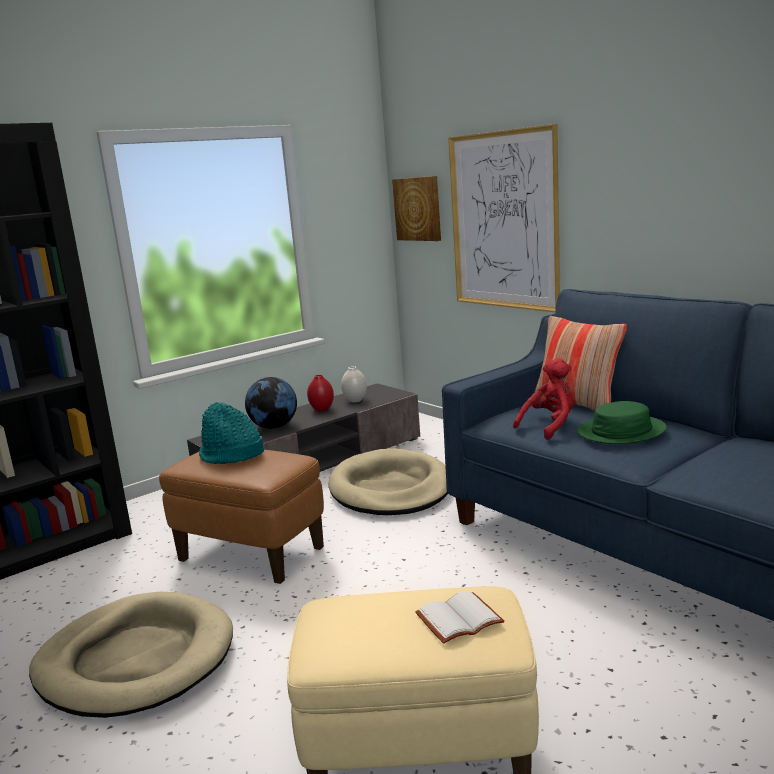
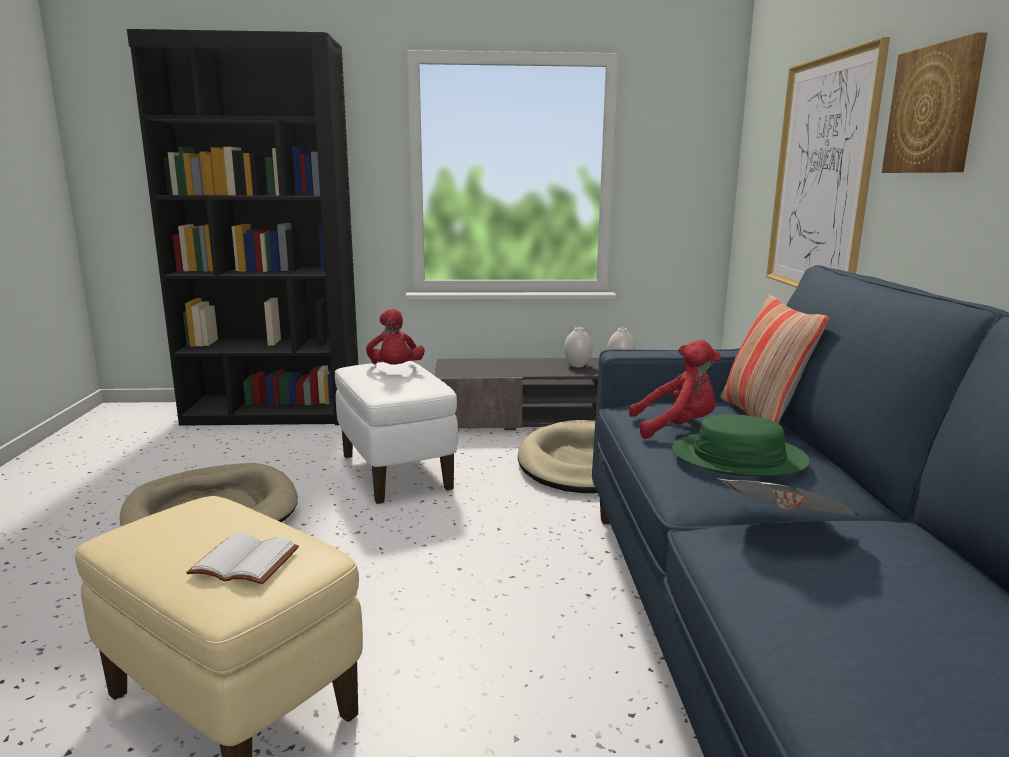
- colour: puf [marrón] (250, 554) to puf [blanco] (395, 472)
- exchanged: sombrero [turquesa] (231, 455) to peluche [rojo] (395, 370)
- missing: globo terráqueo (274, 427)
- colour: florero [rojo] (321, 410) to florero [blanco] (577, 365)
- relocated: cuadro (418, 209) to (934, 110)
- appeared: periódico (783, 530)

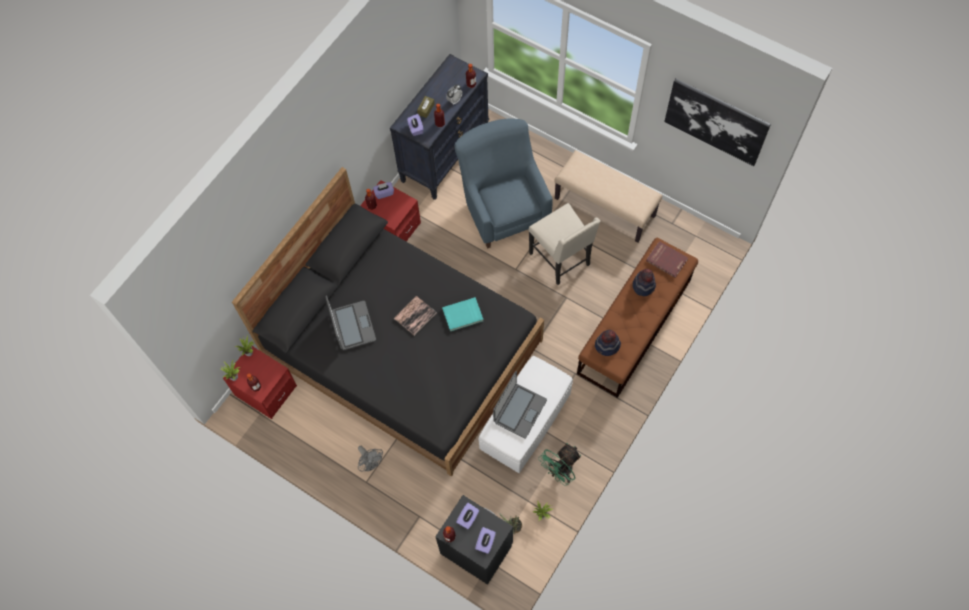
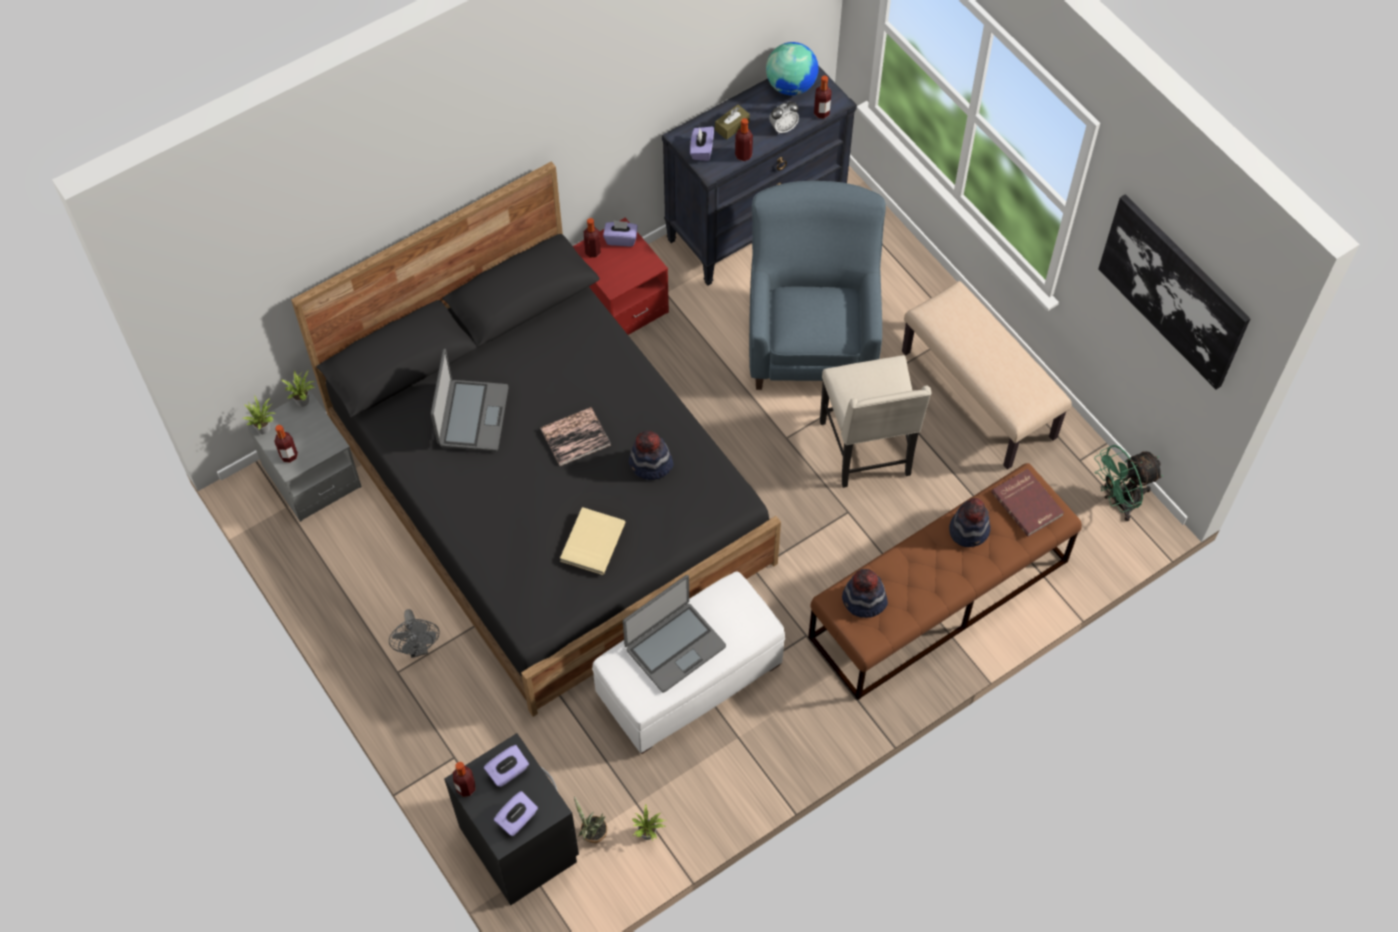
- colour: mesita de noche [rojo] (266, 390) to mesita de noche [gris] (312, 476)
- exchanged: libro [turquesa] (463, 315) to sombrero (650, 464)
- relocated: ventilador [verde] (560, 471) to (1119, 501)
- appeared: libro [beis] (591, 542)
- appeared: globo terráqueo (791, 86)

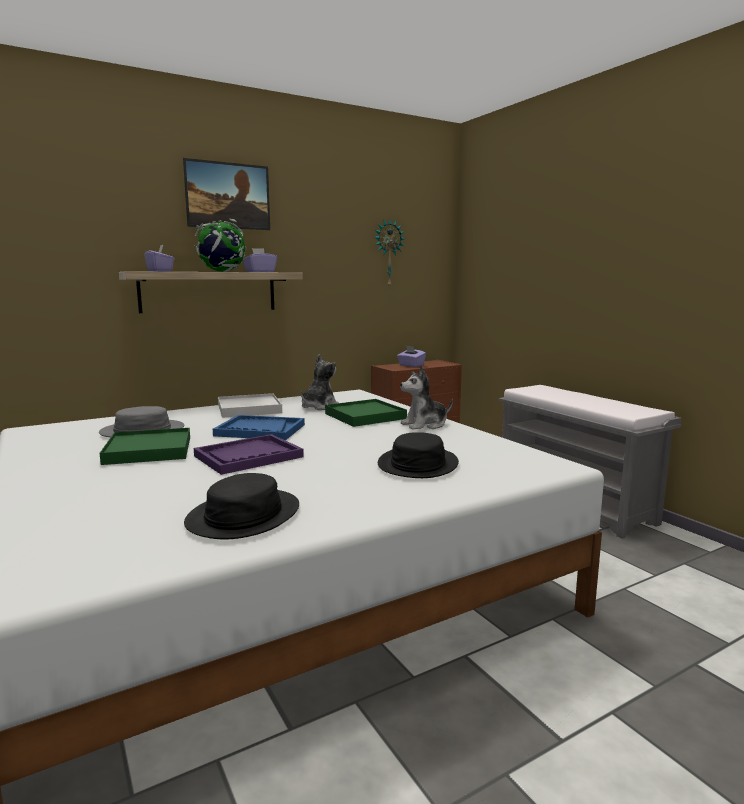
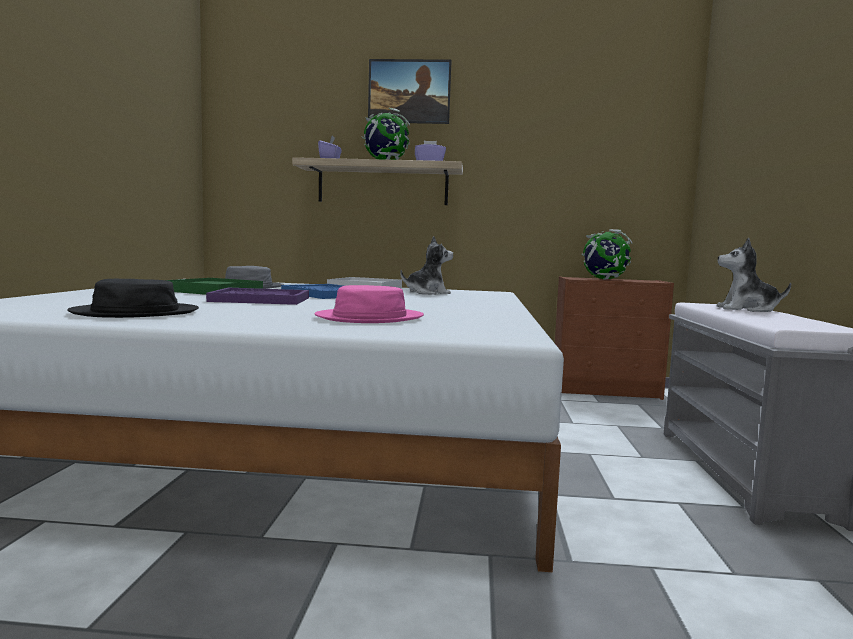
- missing: bandeja [verde] (365, 416)
- missing: reloj de pared (388, 253)
- colour: sombrero [negro] (417, 464) to sombrero [rosa] (370, 318)
- exchanged: caja de pañuelos [morado] (411, 365) to globo terráqueo (604, 279)
- relocated: peluche (425, 425) to (747, 309)

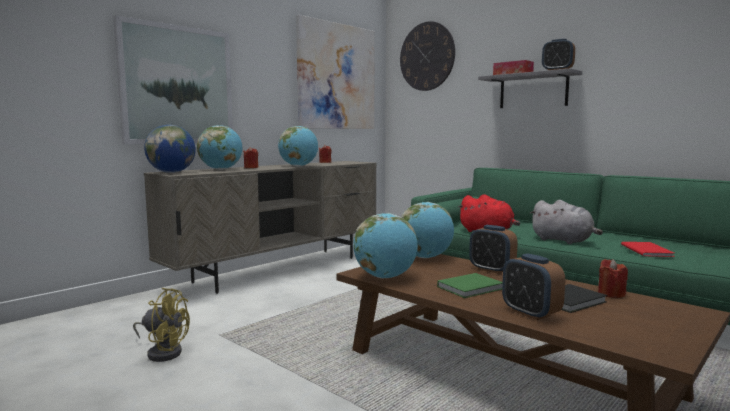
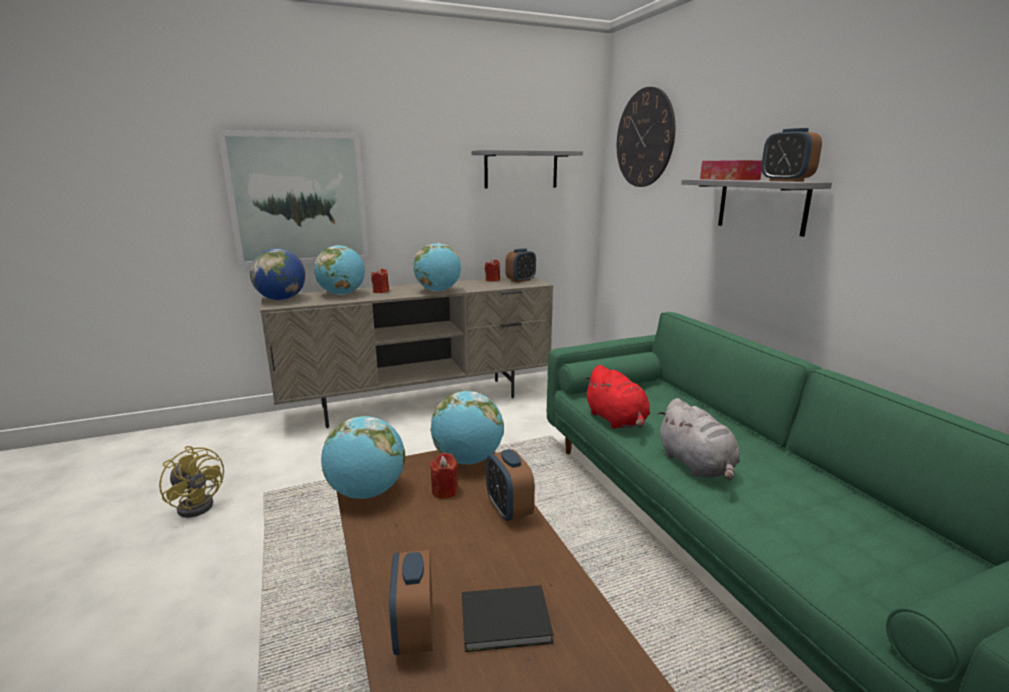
- exchanged: cuadro (337, 77) to estante [gris] (521, 169)
- missing: libro [verde] (472, 288)
- relocated: vela [rojo] (611, 294) to (445, 491)
- missing: libro [rojo] (647, 250)
- appeared: despertador (521, 280)

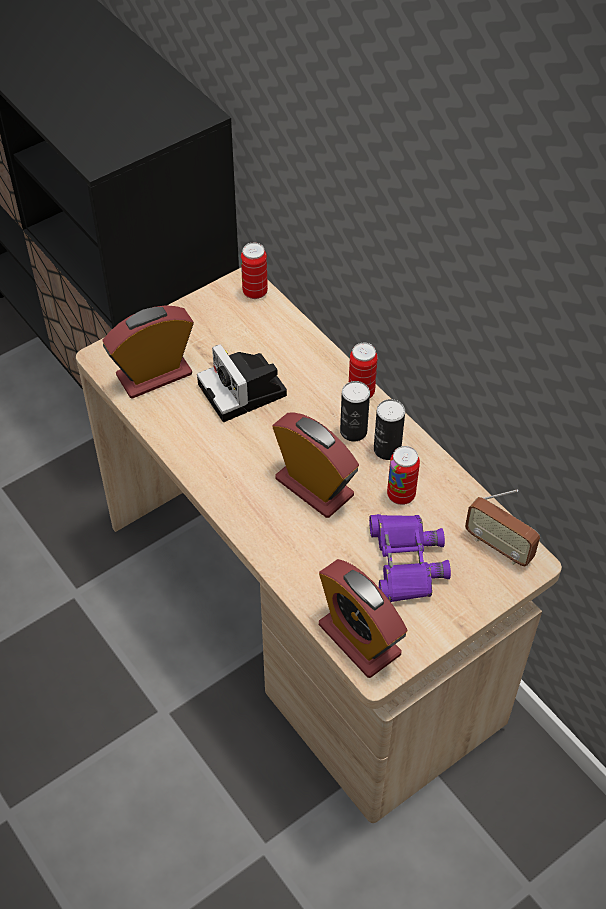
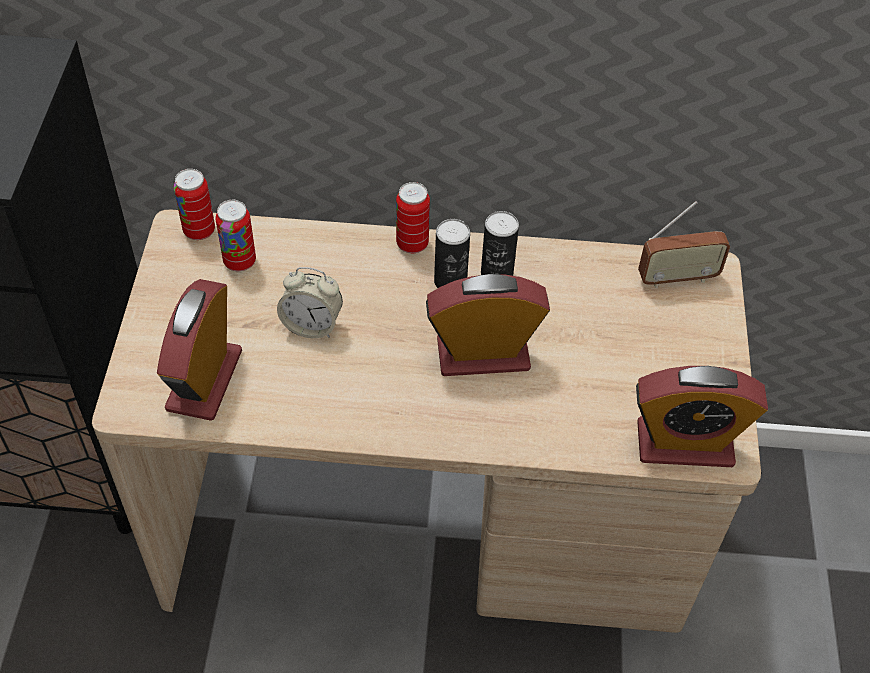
- exchanged: cámara (245, 391) to despertador (312, 325)
- missing: prismáticos [morado] (405, 562)
- relocated: lata (401, 495) to (240, 262)

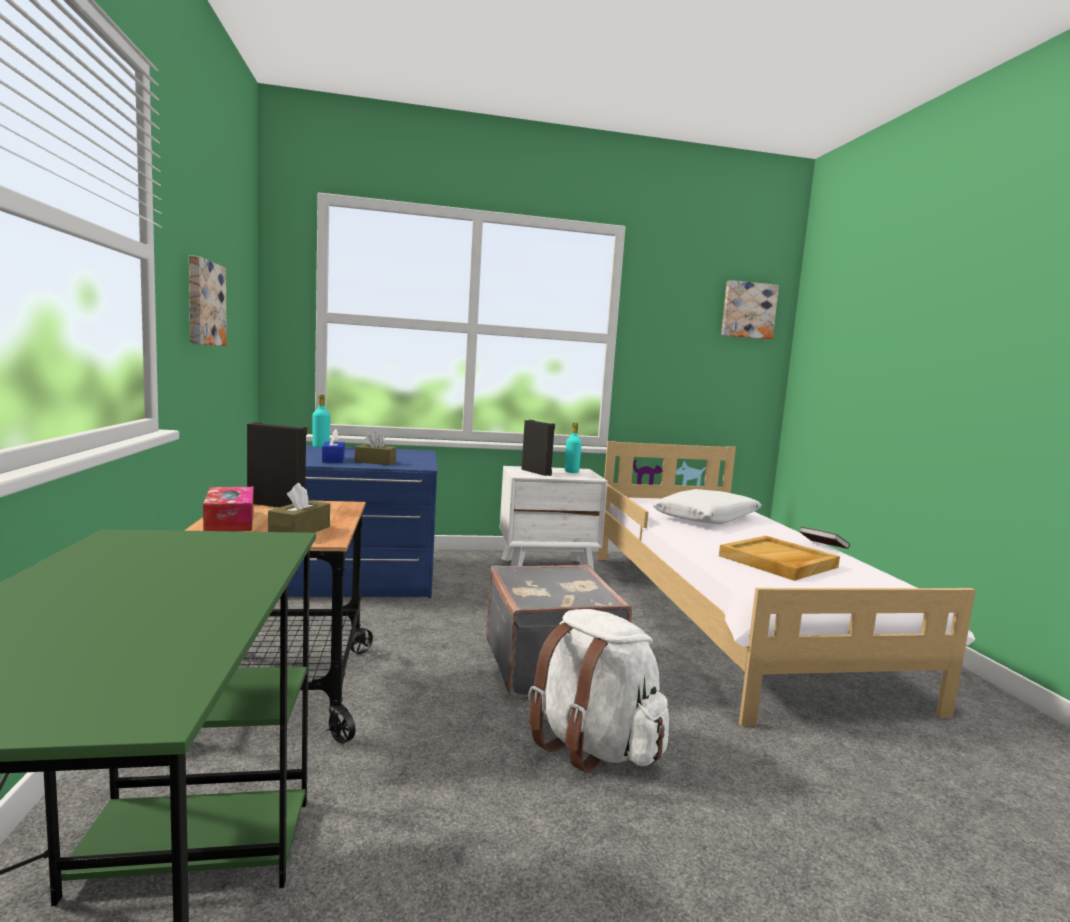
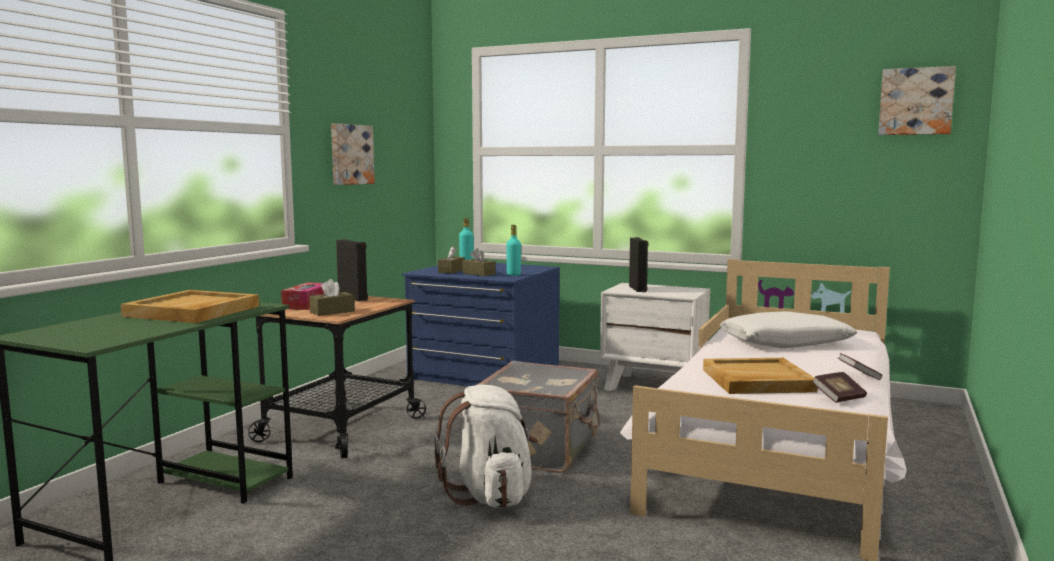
- colour: caja de pañuelos [azul] (333, 459) to caja de pañuelos [marrón] (451, 271)
- relocated: botella [turquesa] (571, 472) to (513, 275)
- appeared: bandeja [beis] (192, 311)
- appeared: libro (839, 398)

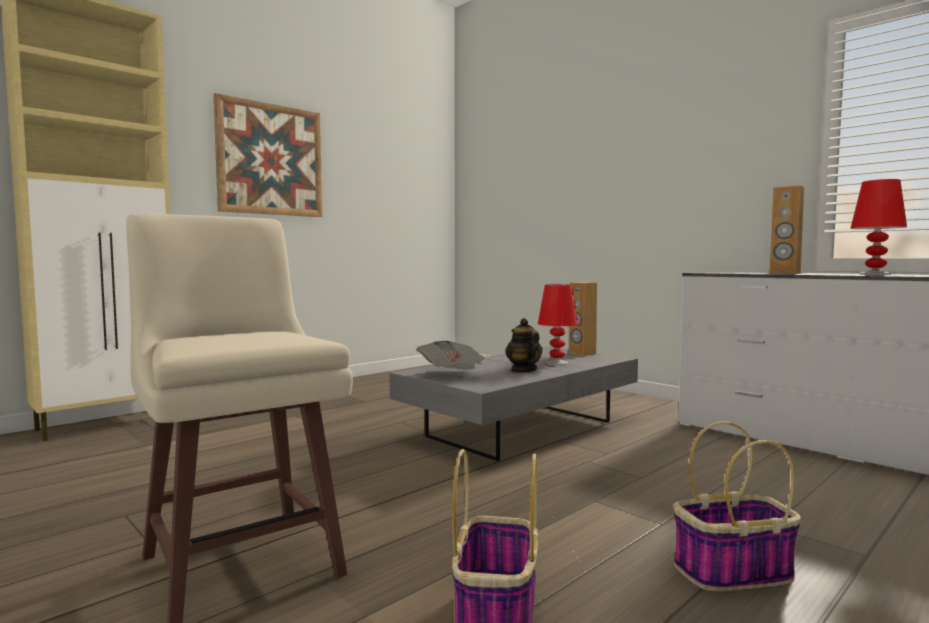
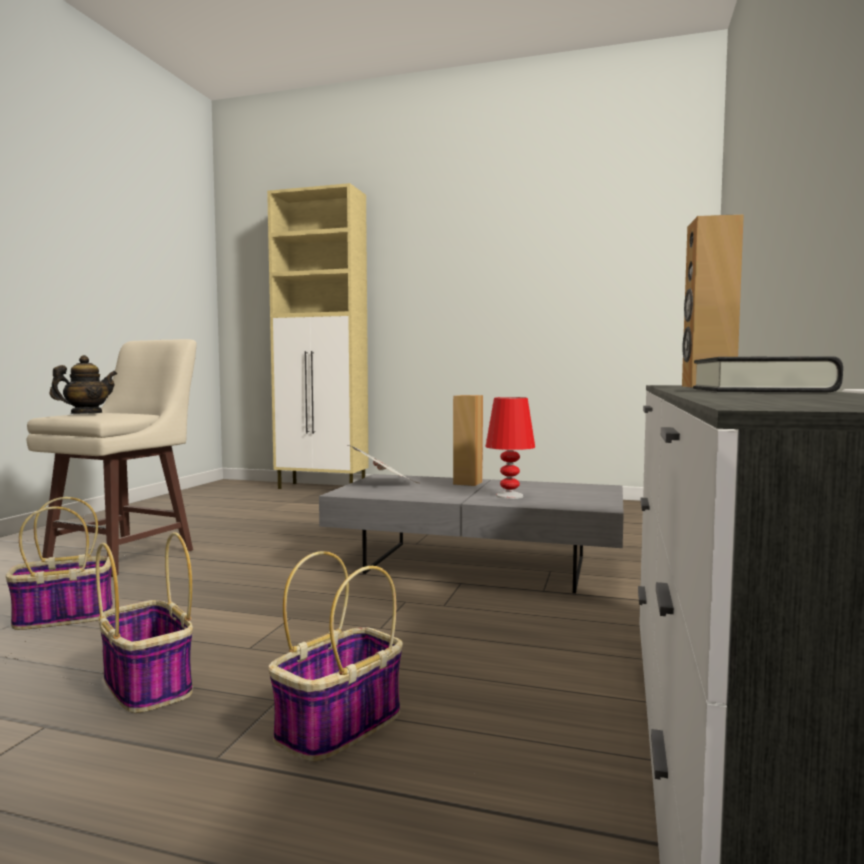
- missing: cuadro (270, 159)
- relocated: tetera (523, 370) to (86, 414)
- relocated: altavoz [marrón] (582, 353) to (467, 483)
- exchanged: lámpara de mesa [rojo] (874, 274) to libro [negro] (758, 390)
- appeared: cesta (338, 726)

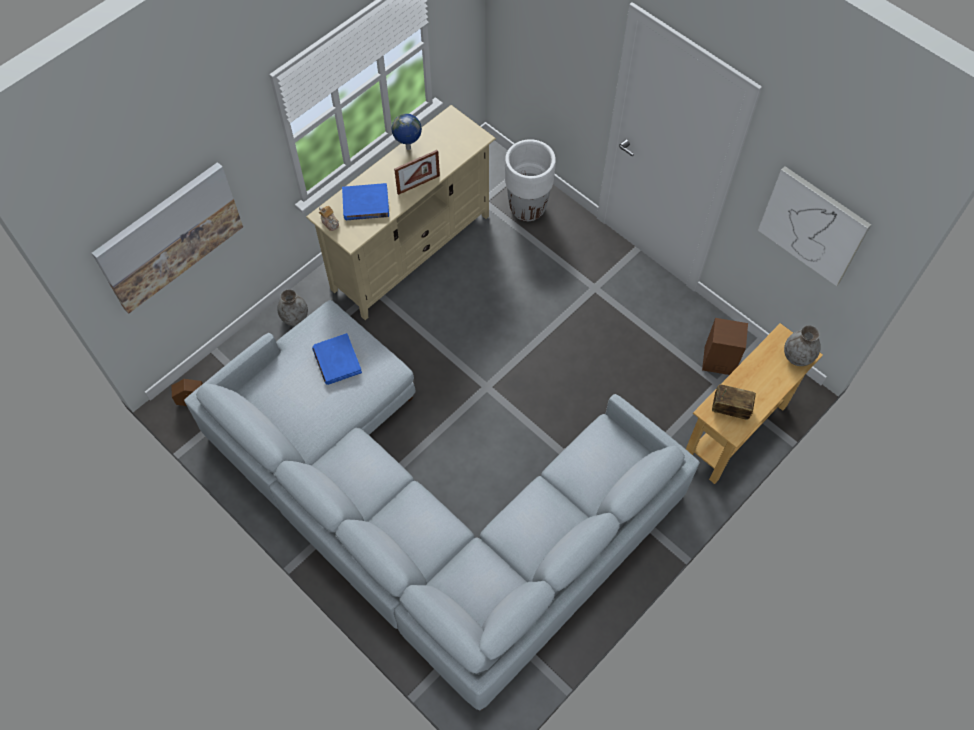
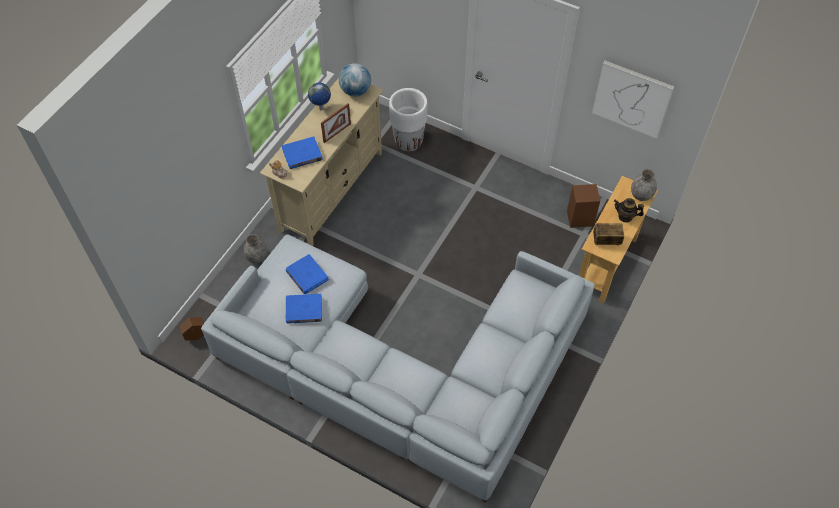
- missing: cuadro (169, 236)
- appeared: libro [azul] (304, 310)
- appeared: globo terráqueo (355, 91)
- appeared: tetera (625, 216)

